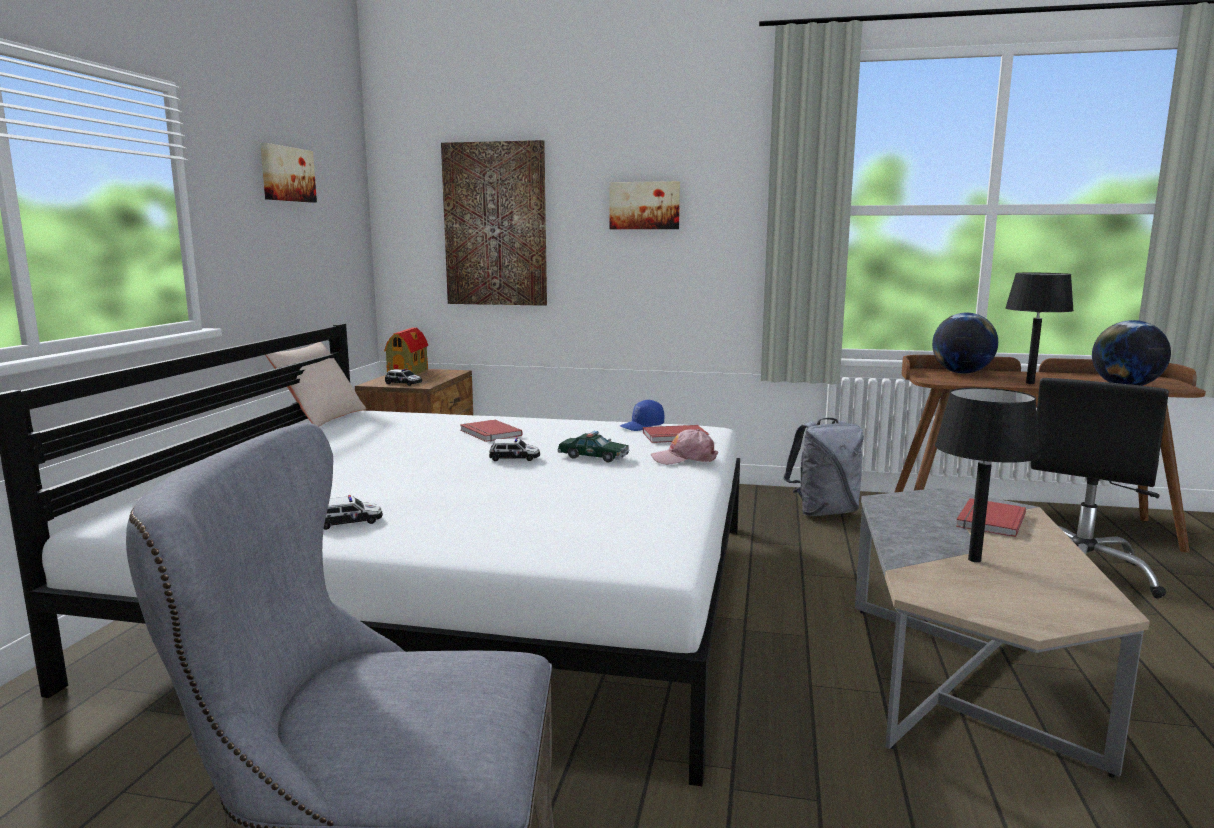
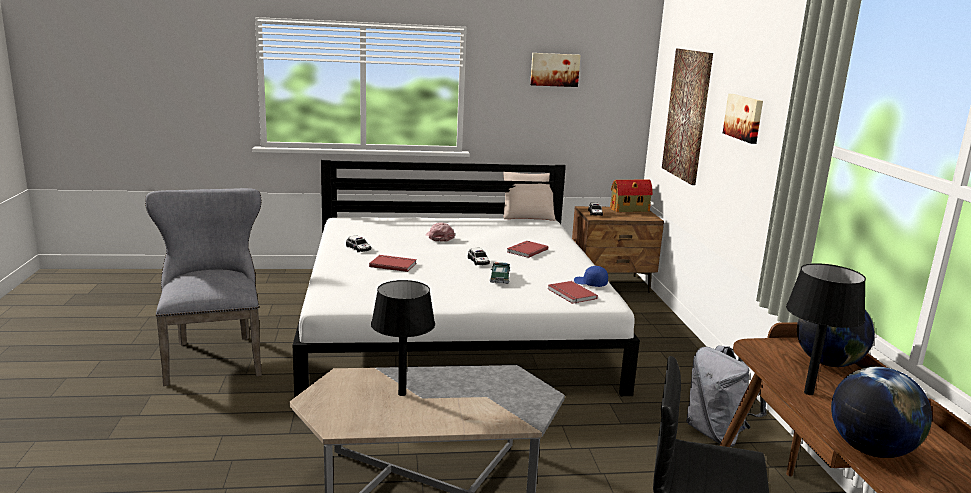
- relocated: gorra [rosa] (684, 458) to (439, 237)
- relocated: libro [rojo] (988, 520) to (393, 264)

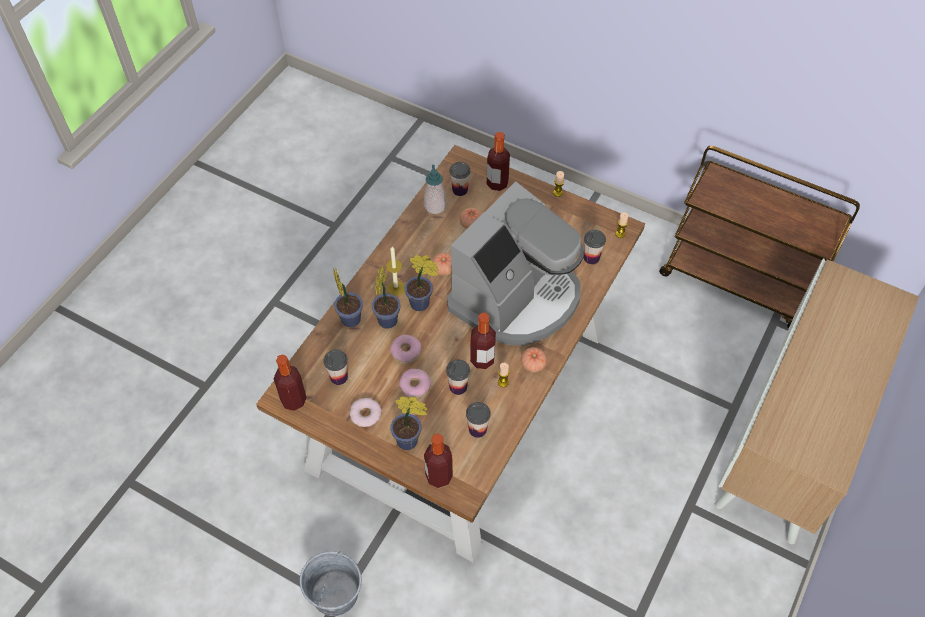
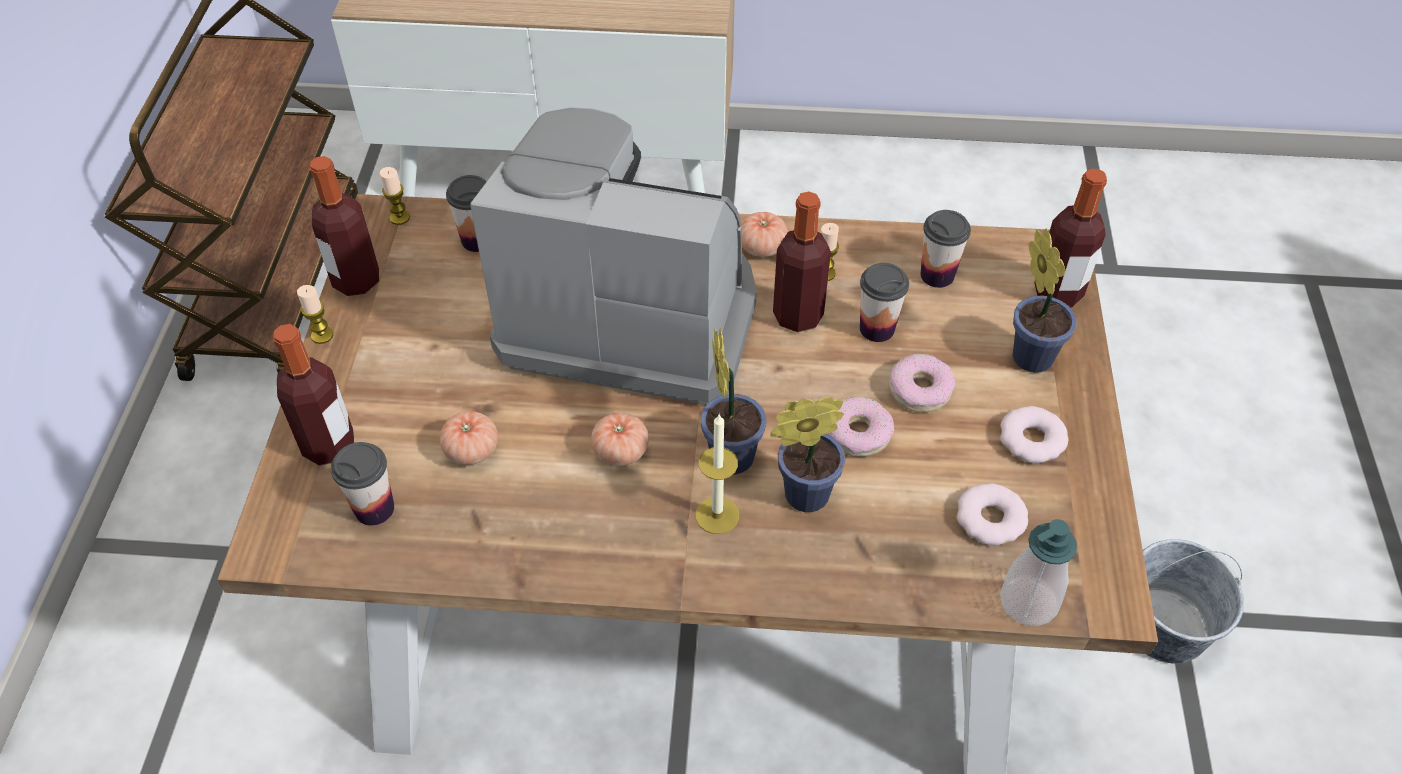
- relocated: botella (293, 400) to (356, 280)
- exchanged: taza (339, 377) to rosquilla (990, 519)
- missing: planta en maceta (350, 317)
- relocated: dispensador de jabón (435, 206) to (1028, 602)

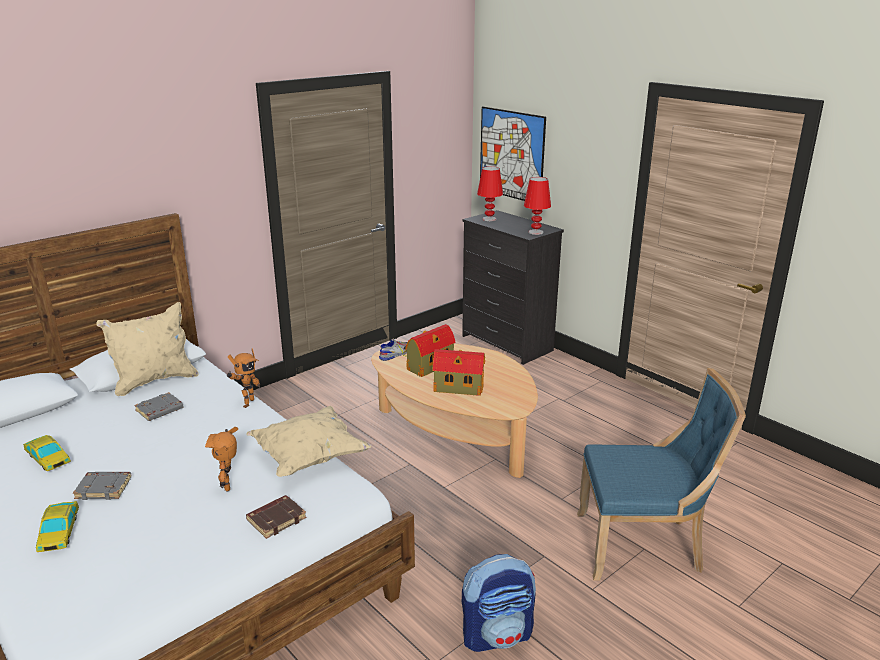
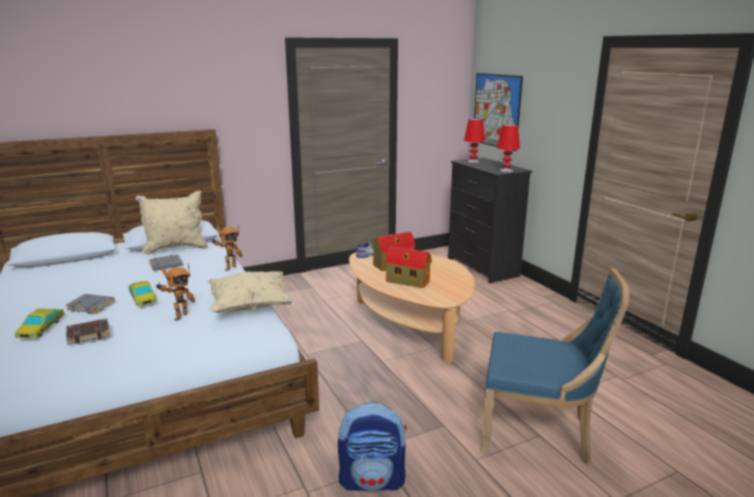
- relocated: coche de juguete (48, 458) to (143, 298)
- spun: robot de juguete (230, 485) = (179, 316) 150 degrees counterclockwise
- relocated: libro [marrón] (276, 519) to (89, 334)

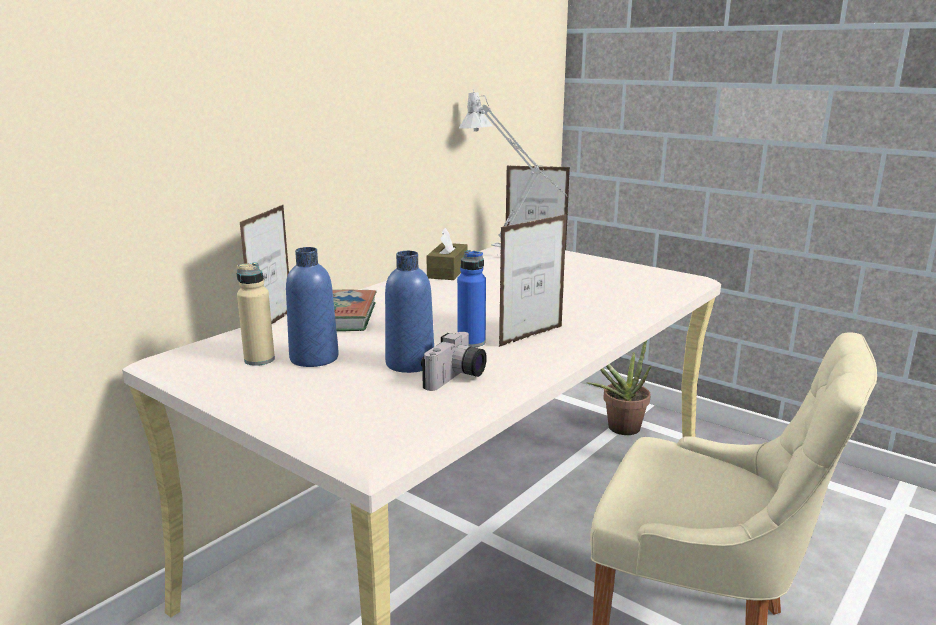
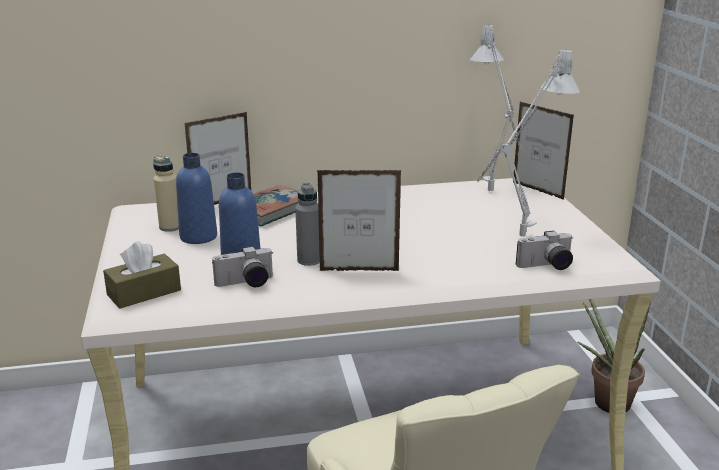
- relocated: caja de pañuelos [marrón] (447, 272) to (144, 292)
- colour: botella [azul] (471, 342) to botella [gris] (309, 260)
- appeared: lámpara de mesa [gris] (516, 241)
- appeared: cámara (546, 266)

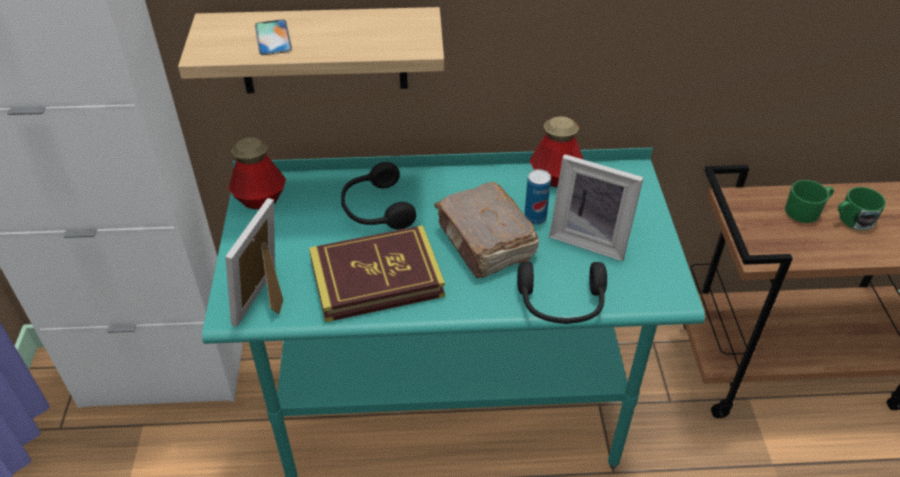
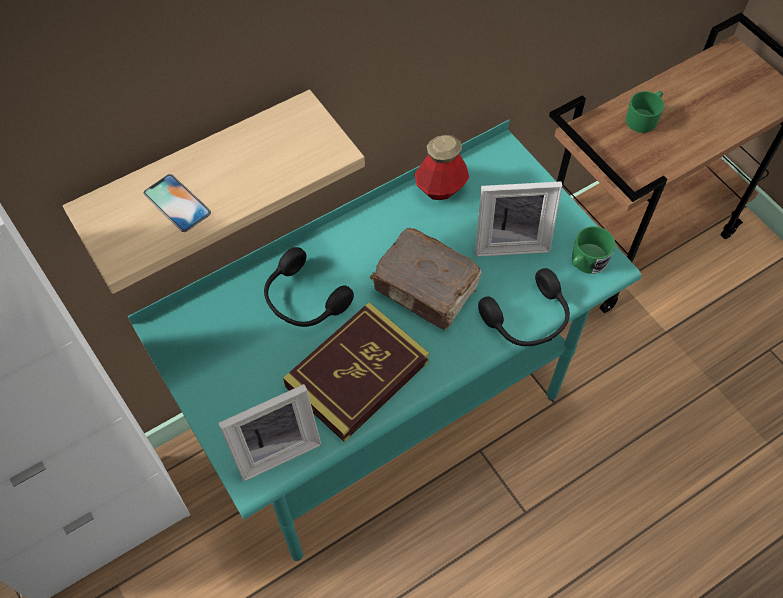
- spun: portarretratos (268, 299) = (275, 447) 105 degrees counterclockwise
- missing: botella (260, 199)
- missing: lata (535, 218)
- relocated: taza grande [verde] (852, 219) to (586, 262)

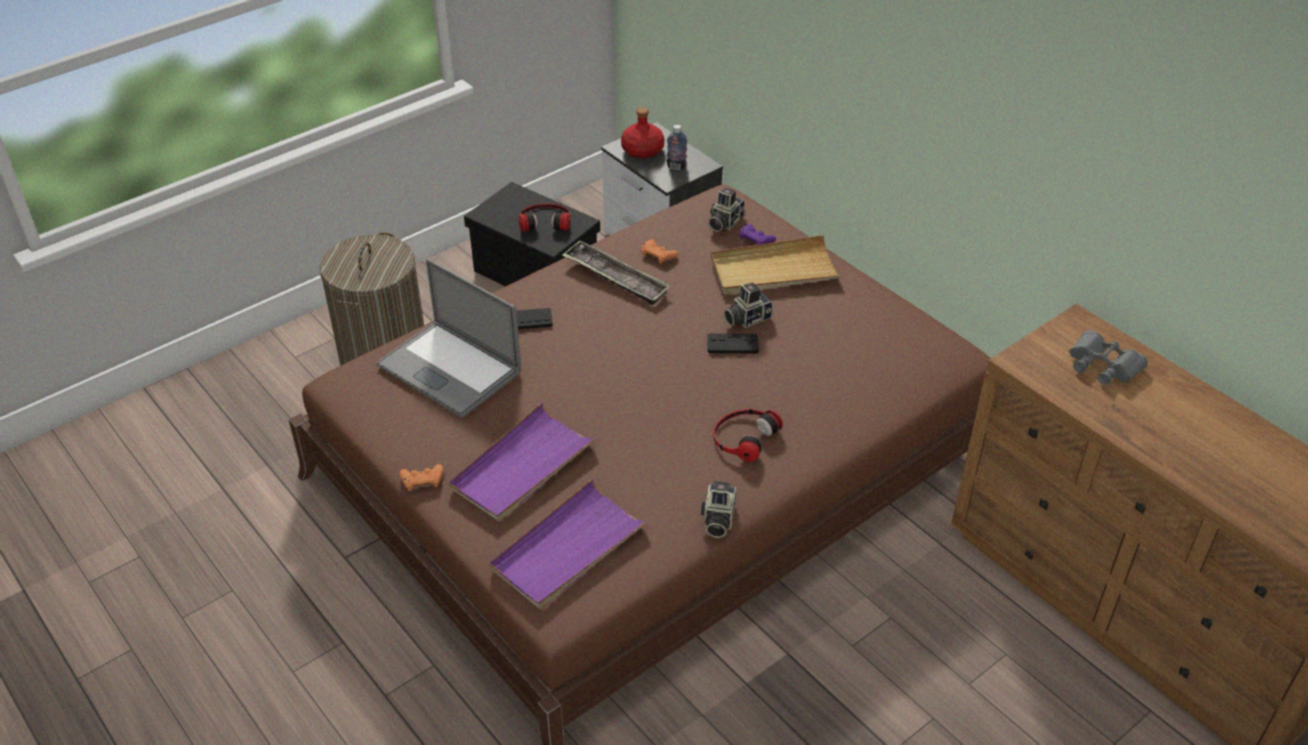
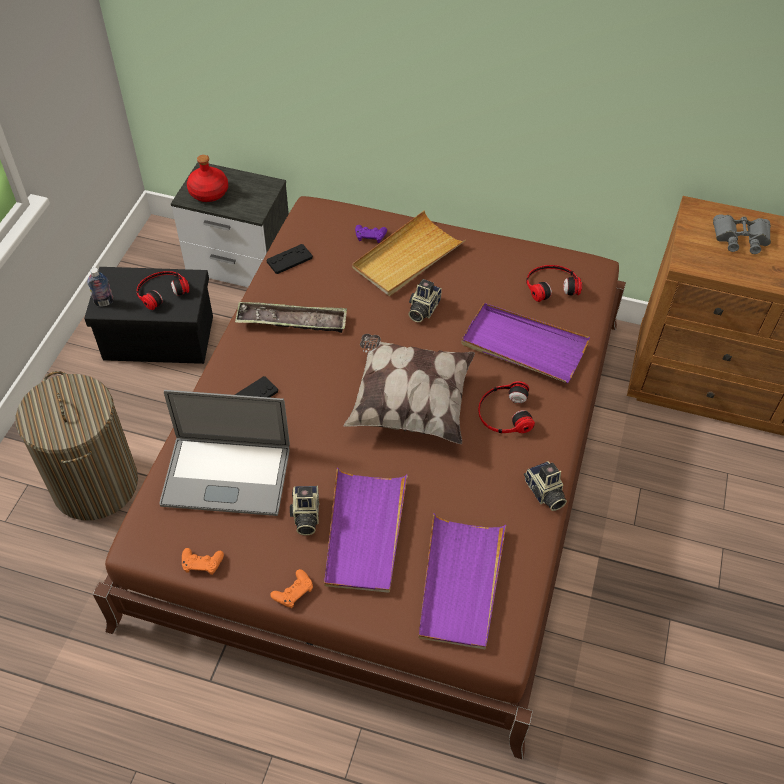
- relocated: mando de consola [naranja] (658, 255) to (202, 563)
- relocated: botella (676, 167) to (104, 302)
- relocated: mando de consola [negro] (732, 344) to (289, 260)
- relocated: cámara (724, 222) to (305, 516)
- appeared: cojín (409, 403)
- appeared: bandeja [morado] (523, 346)
- appeared: auriculares (551, 285)

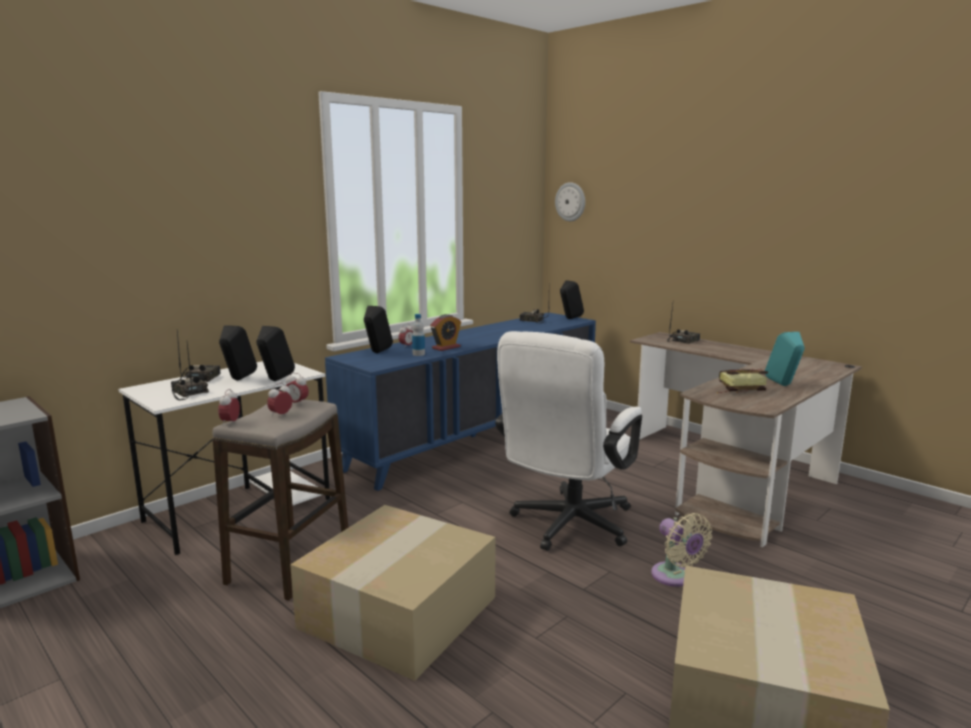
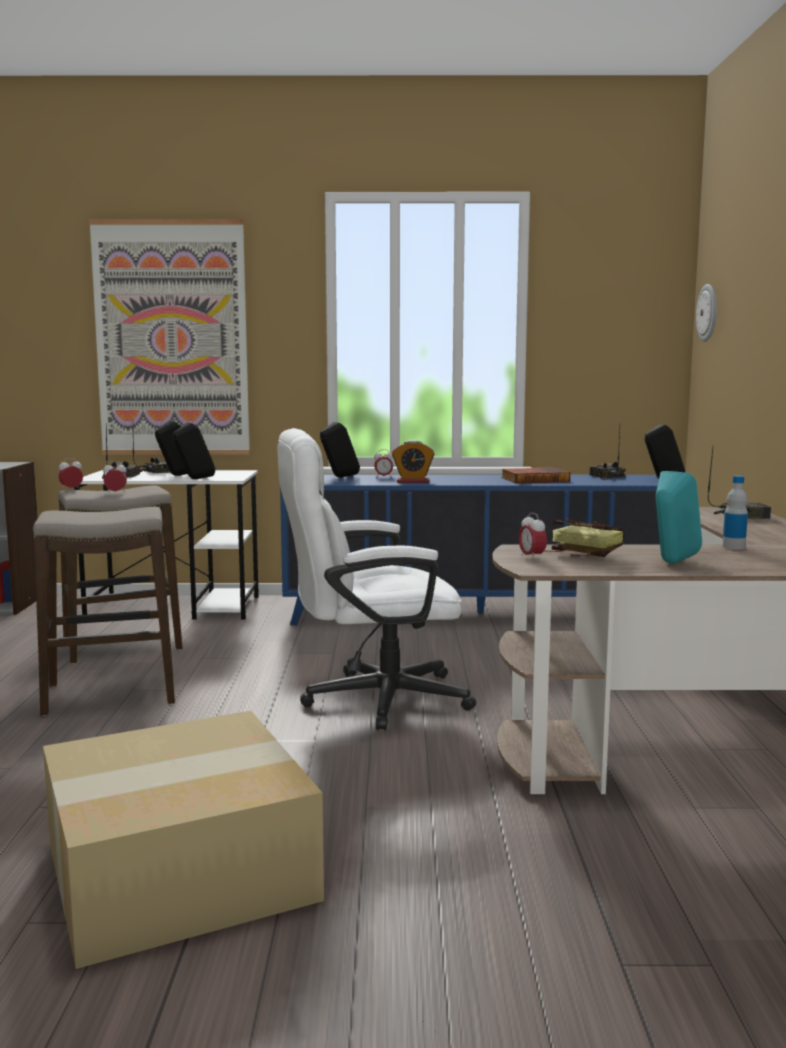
- relocated: despertador (297, 403) to (531, 557)
- exchanged: caja de cartón (398, 610) to taburete (110, 694)
- relocated: botella (418, 354) to (733, 547)
- missing: ventilador [beis] (675, 577)
- appeared: cuadro (171, 339)
- appeared: libro (535, 479)

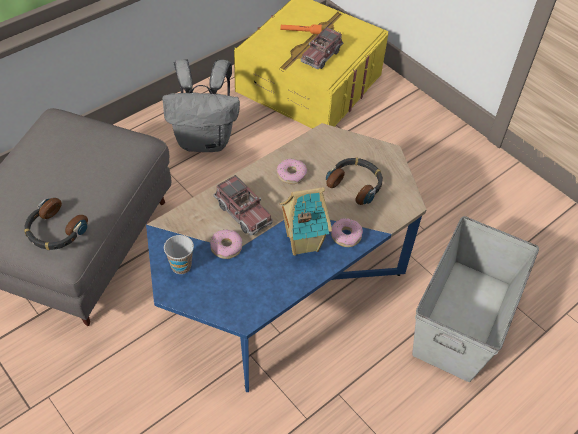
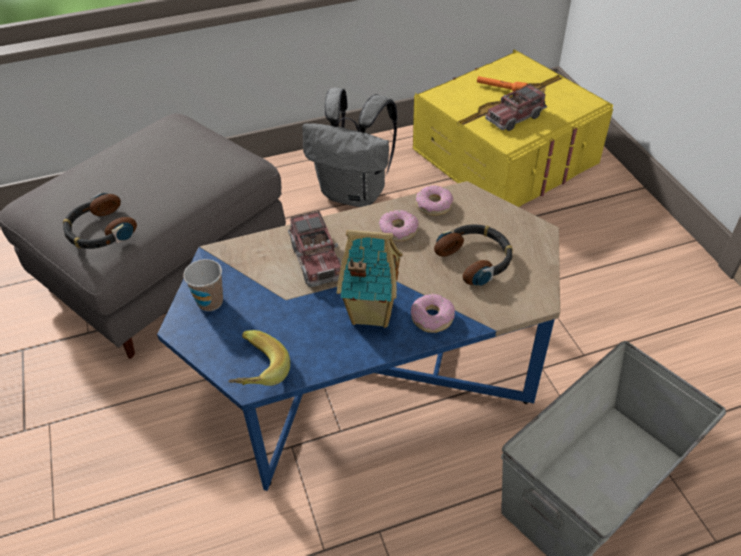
- relocated: rosquilla (226, 247) to (433, 205)
- appeared: plátano (254, 373)

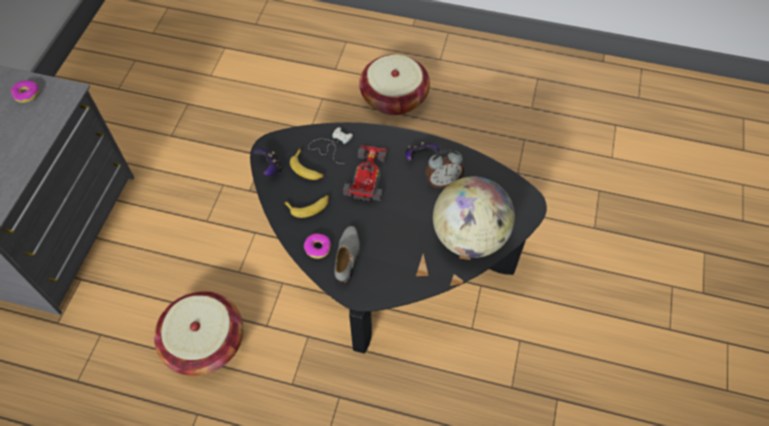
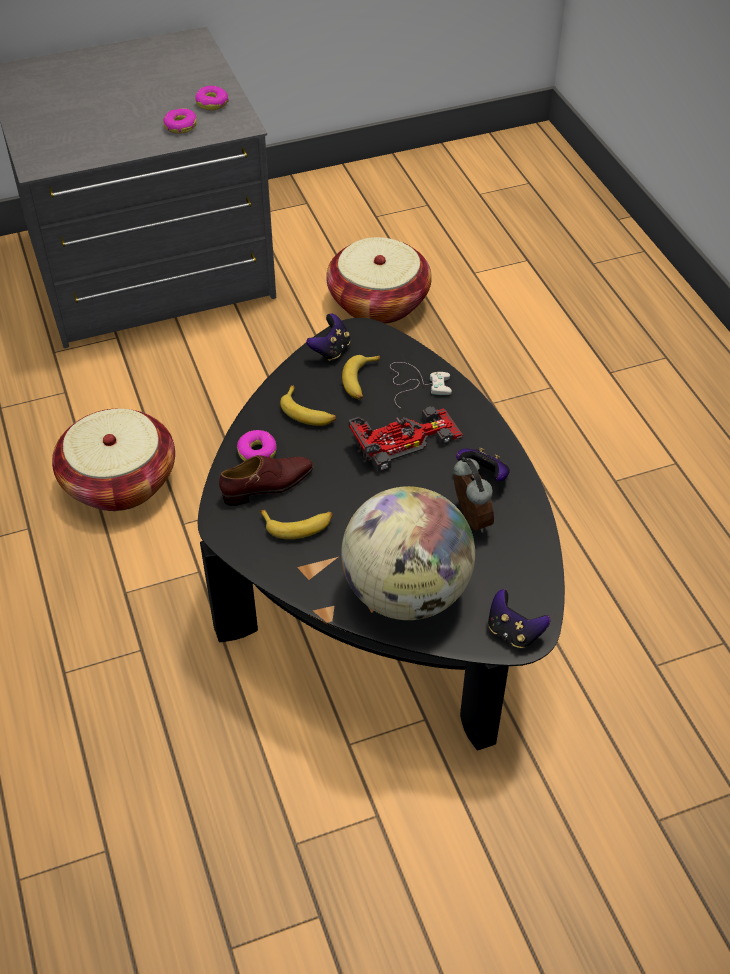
- colour: zapato [gris] (348, 257) to zapato [marrón] (268, 486)
- relocated: cesta (394, 97) to (378, 302)
- spun: despertador (443, 181) = (469, 519) 150 degrees counterclockwise
- appeared: rosquilla (180, 126)
- appeared: plátano (298, 525)
- appeared: mando de consola (513, 632)

